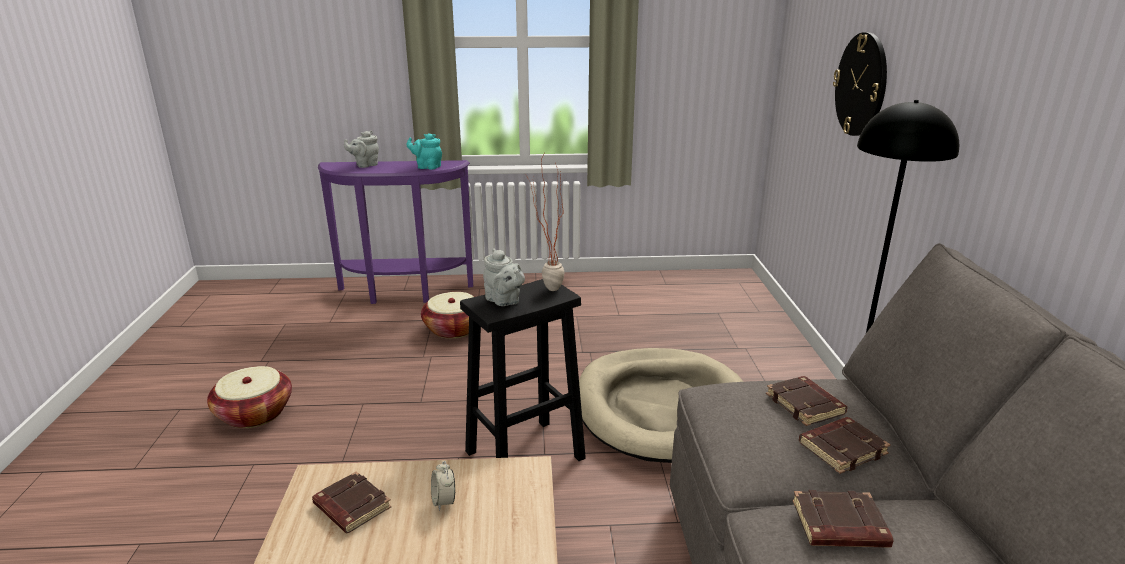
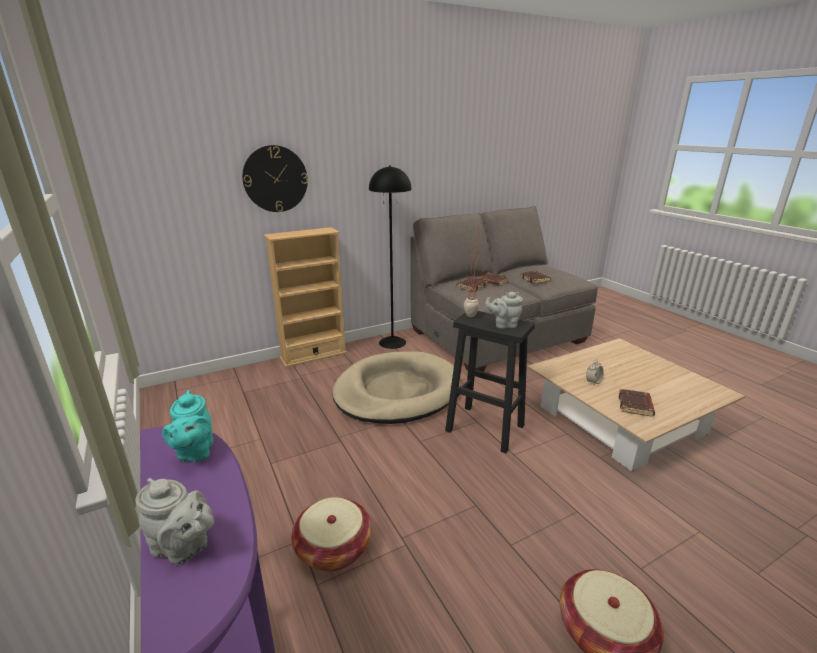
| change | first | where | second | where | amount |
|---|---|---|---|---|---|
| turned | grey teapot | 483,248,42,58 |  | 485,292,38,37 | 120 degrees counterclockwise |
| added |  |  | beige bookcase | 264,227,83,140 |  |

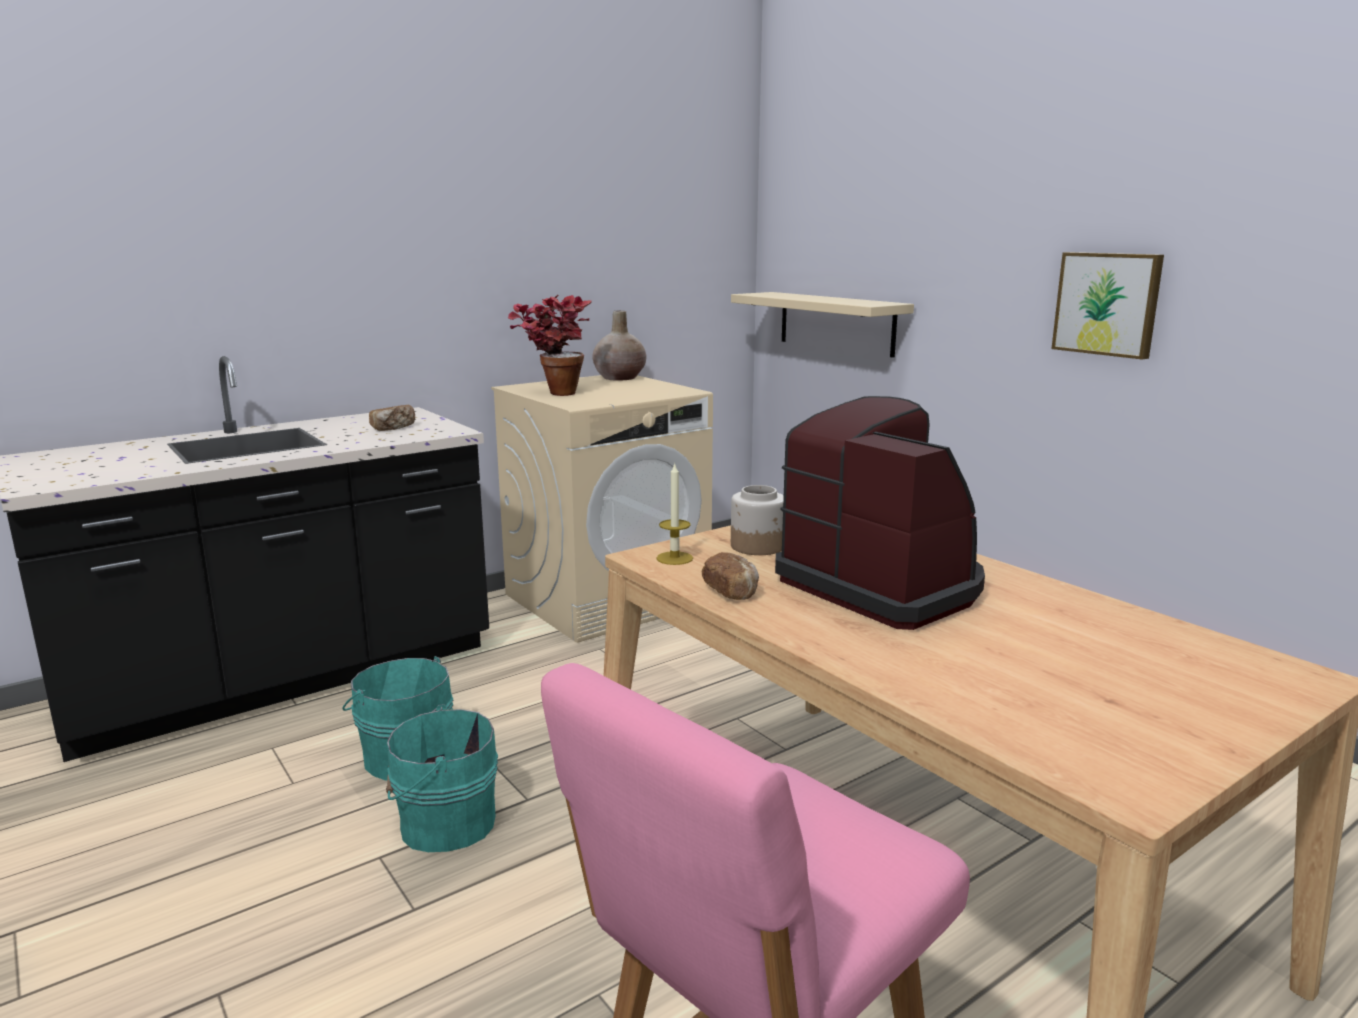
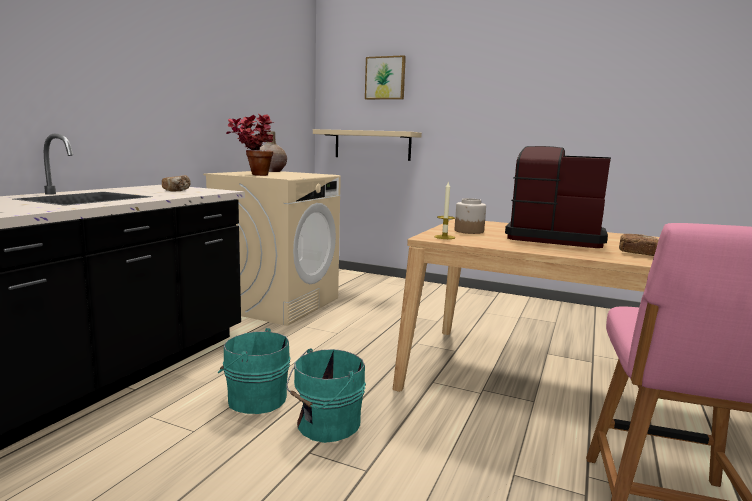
| change | first | where | second | where | amount |
|---|---|---|---|---|---|
| moved | bread | 702,552,57,48 |  | 619,234,40,22 |  |
| moved | picture | 1051,252,113,108 |  | 365,55,41,45 |  |

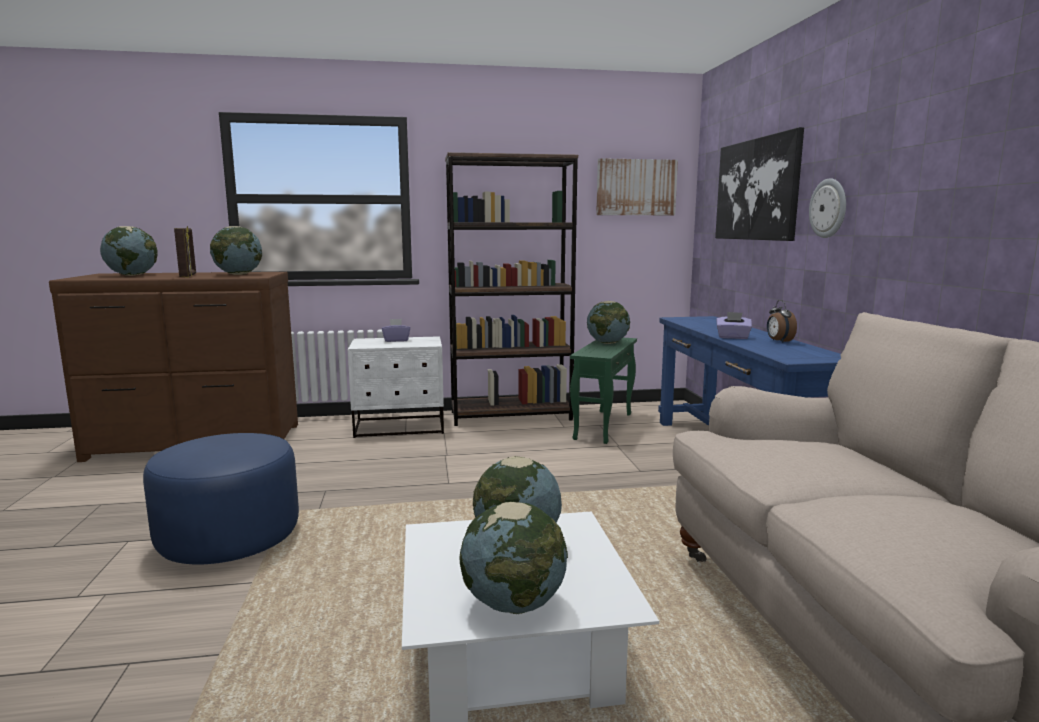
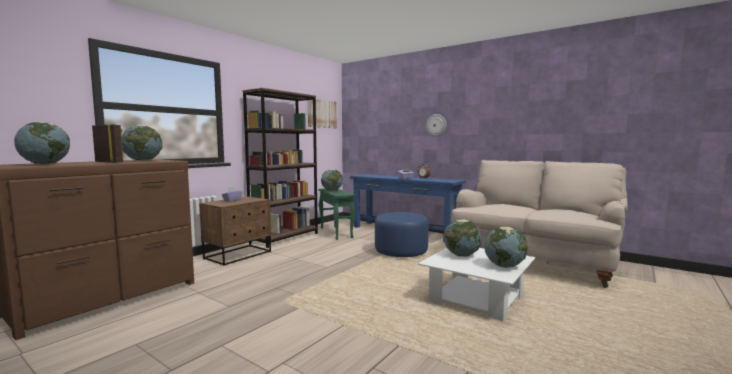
| change | first | where | second | where | amount |
|---|---|---|---|---|---|
| moved | blue ottoman | 143,433,156,132 |  | 375,212,54,45 |  |
| recoloured | white nightstand | 348,336,96,102 | brown nightstand | 199,197,72,69 |  |
| removed | picture | 715,127,89,114 |  |  |  |

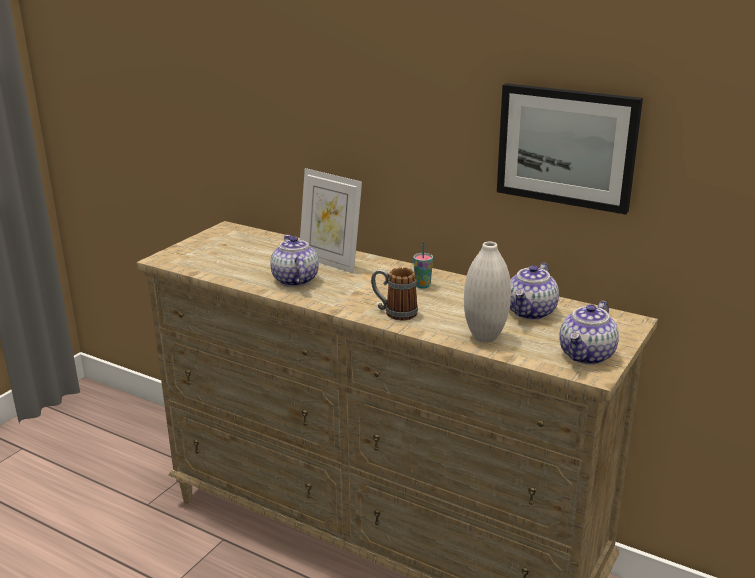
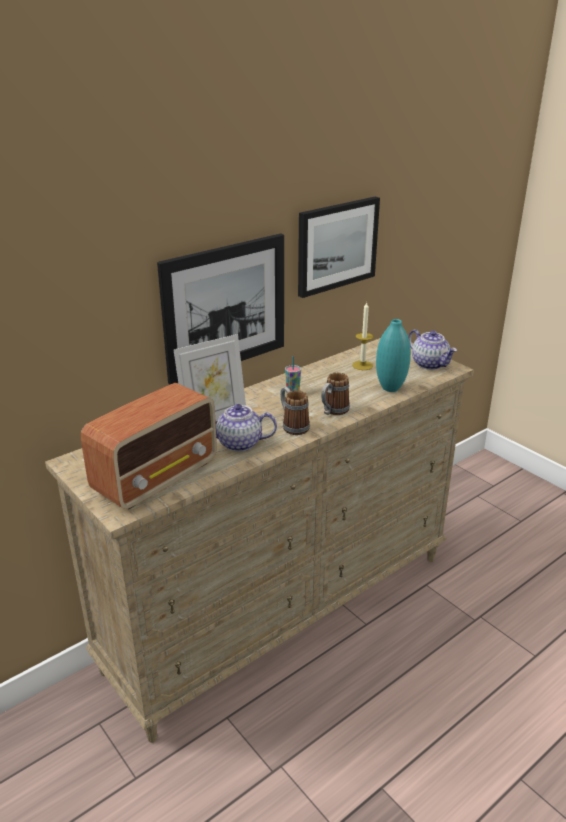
| change | first | where | second | where | amount |
|---|---|---|---|---|---|
| recoloured | white vase | 464,241,47,102 | turquoise vase | 376,319,35,73 |  |
| replaced | teapot | 510,263,49,57 | candle | 352,302,22,68 |  |
| added |  |  | radio | 81,383,136,127 |  |
| added |  |  | picture | 157,233,127,151 |  |
| added |  |  | mug | 280,387,30,48 |  |

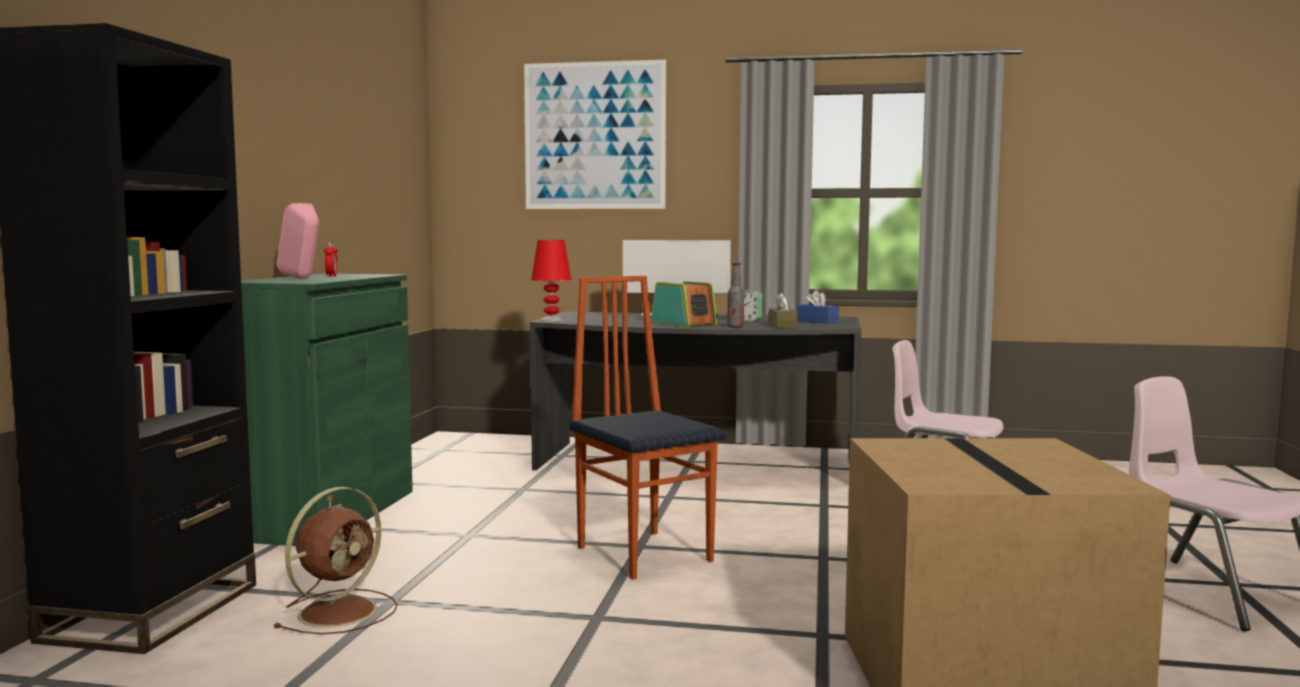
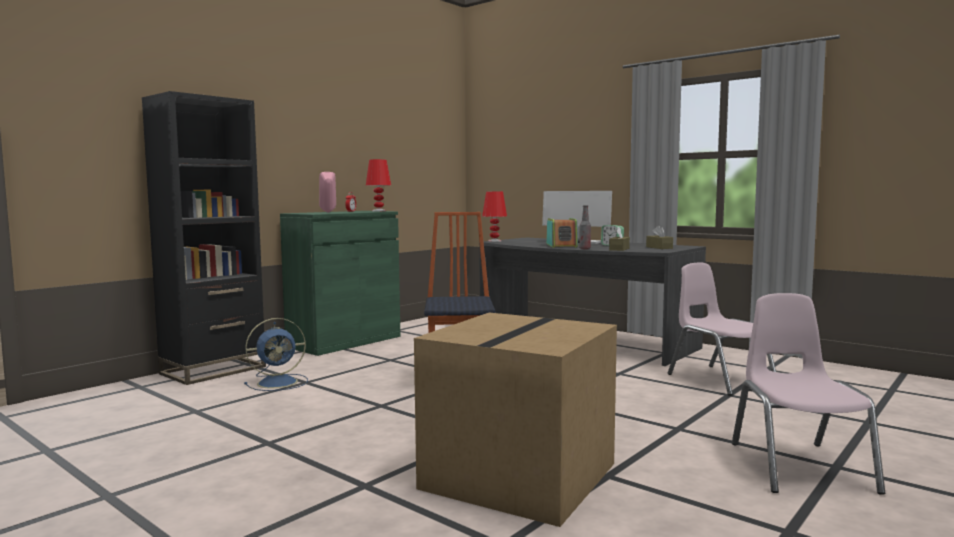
| change | first | where | second | where | amount |
|---|---|---|---|---|---|
| recoloured | brown fan | 273,487,125,148 | blue fan | 244,318,64,73 |  |
| removed | picture | 524,60,142,149 |  |  |  |
| recoloured | blue tissue box | 797,290,42,33 | brown tissue box | 646,225,27,24 |  |
| added |  |  | red table lamp | 366,159,25,52 |  |

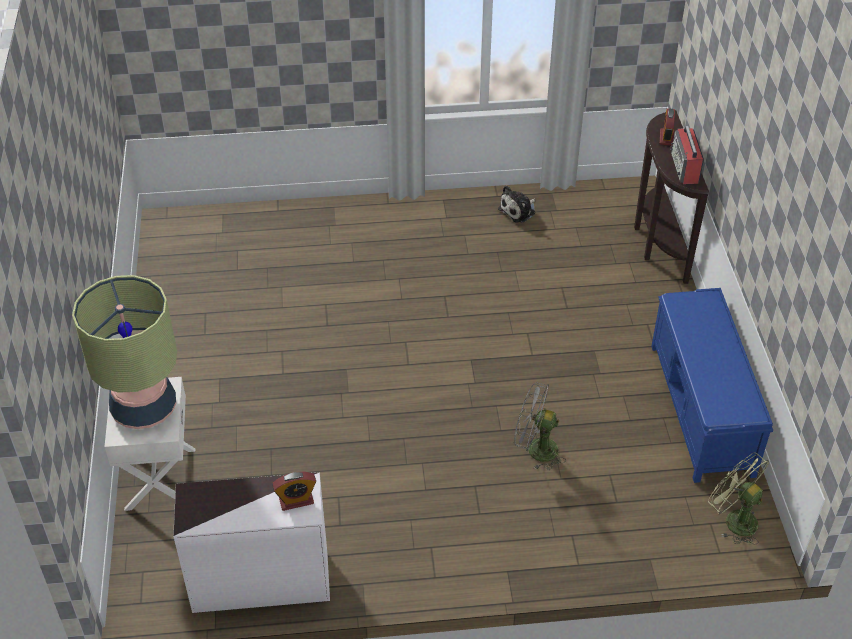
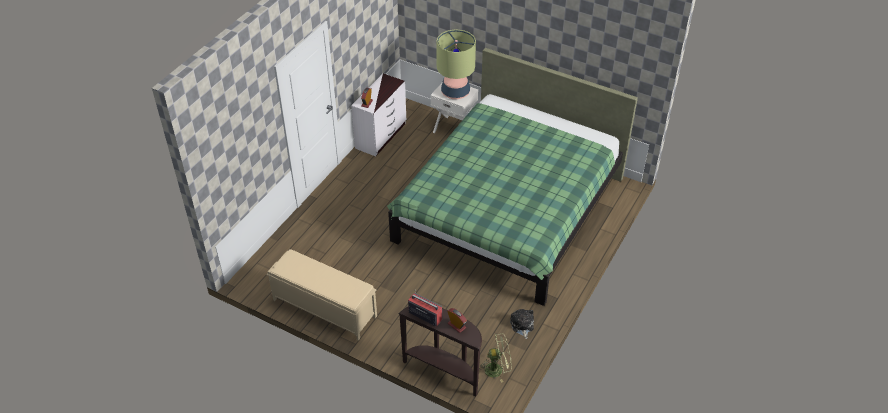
| change | first | where | second | where | amount |
|---|---|---|---|---|---|
| removed | grey fan | 514,383,52,87 |  |  |  |
| recoloured | blue bench | 651,288,122,195 | beige bench | 267,249,110,92 |  |
| moved | green fan | 708,452,61,93 |  | 481,333,31,49 |  |
| added |  |  | green bed | 387,48,251,258 |  |

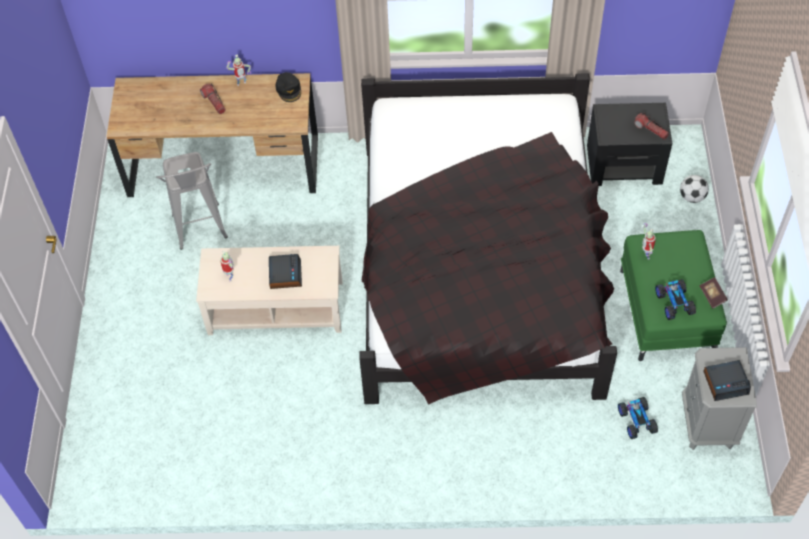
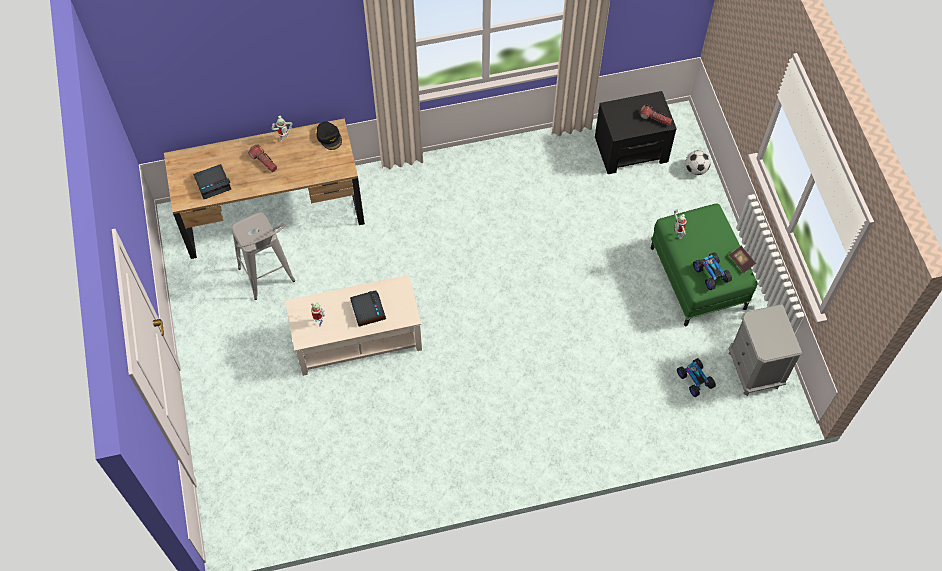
| change | first | where | second | where | amount |
|---|---|---|---|---|---|
| removed | black bed | 359,73,258,332 |  |  |  |
| moved | alarm clock | 703,360,48,41 |  | 193,164,38,35 |  |

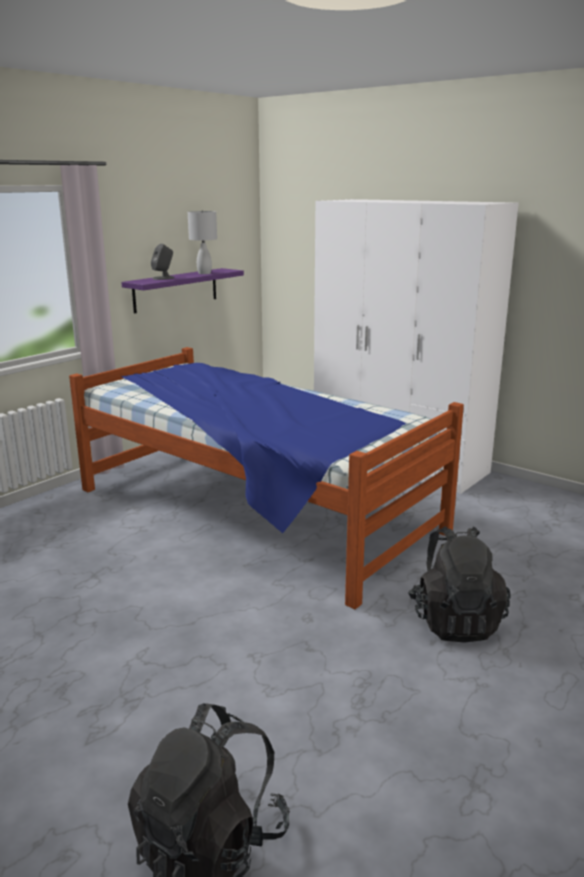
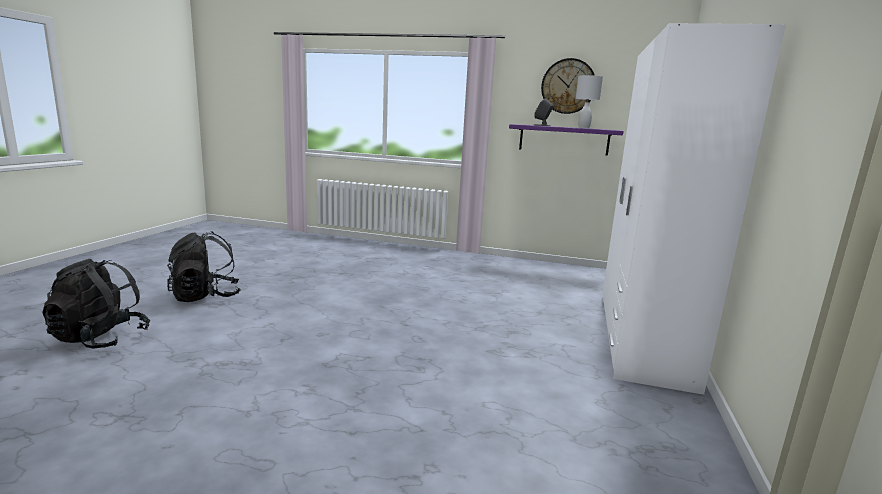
| change | first | where | second | where | amount |
|---|---|---|---|---|---|
| removed | bed | 69,347,395,262 |  |  |  |
| moved | black backpack | 408,526,102,117 |  | 167,231,74,71 |  |
| added |  |  | wall clock | 541,58,54,56 |  |

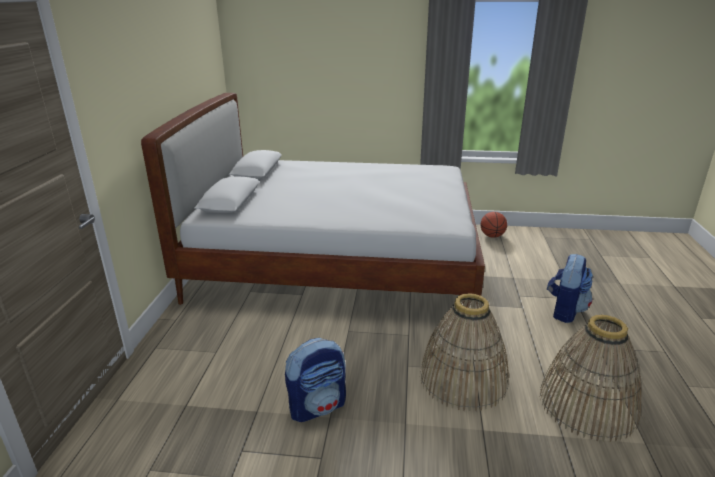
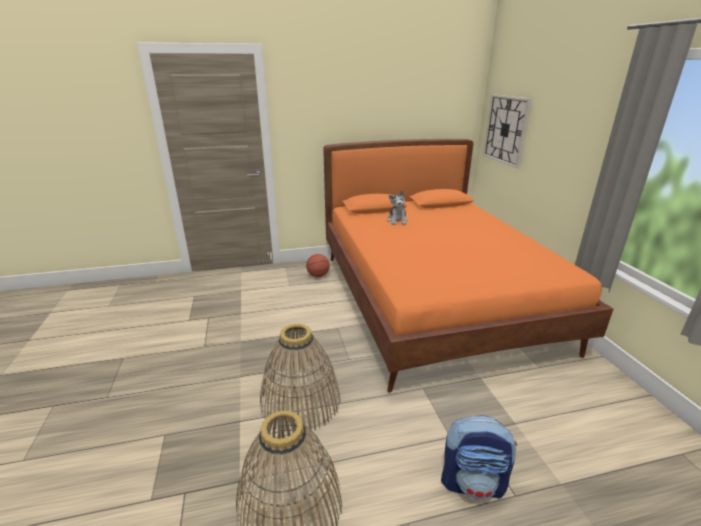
| change | first | where | second | where | amount |
|---|---|---|---|---|---|
| recoloured | white bed | 141,93,344,214 | orange bed | 323,139,290,253 |  |
| removed | backpack | 285,338,61,84 |  |  |  |
| moved | basketball | 481,212,26,26 |  | 306,254,24,23 |  |
| added |  |  | plush toy | 387,190,21,35 |  |
| added |  |  | wall clock | 483,94,49,74 |  |

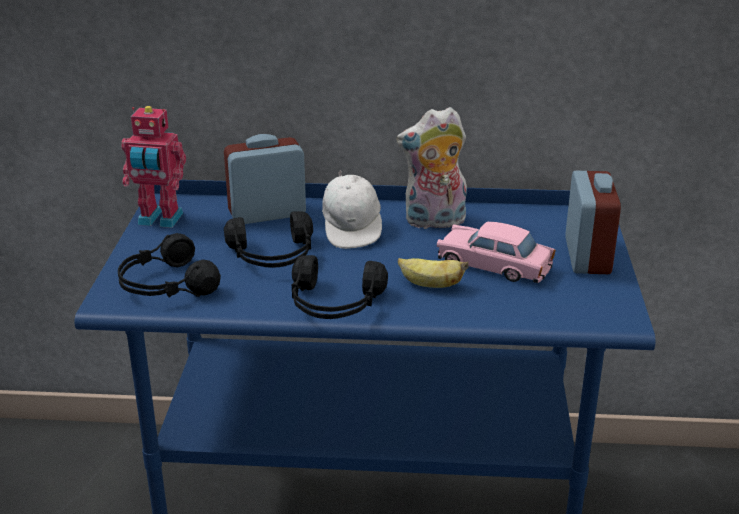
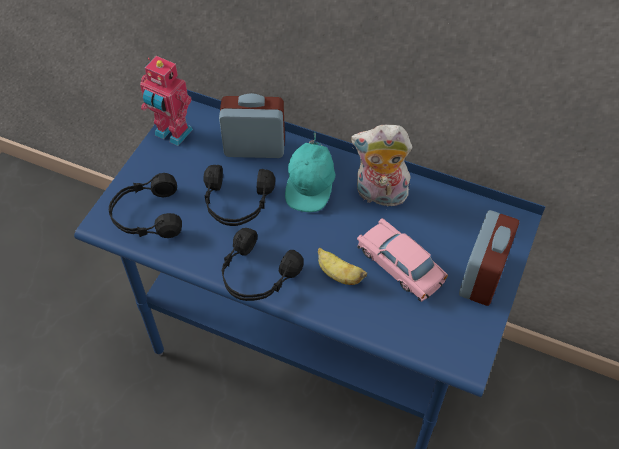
| change | first | where | second | where | amount |
|---|---|---|---|---|---|
| recoloured | white cap | 322,170,60,79 | turquoise cap | 285,133,51,79 |  |

